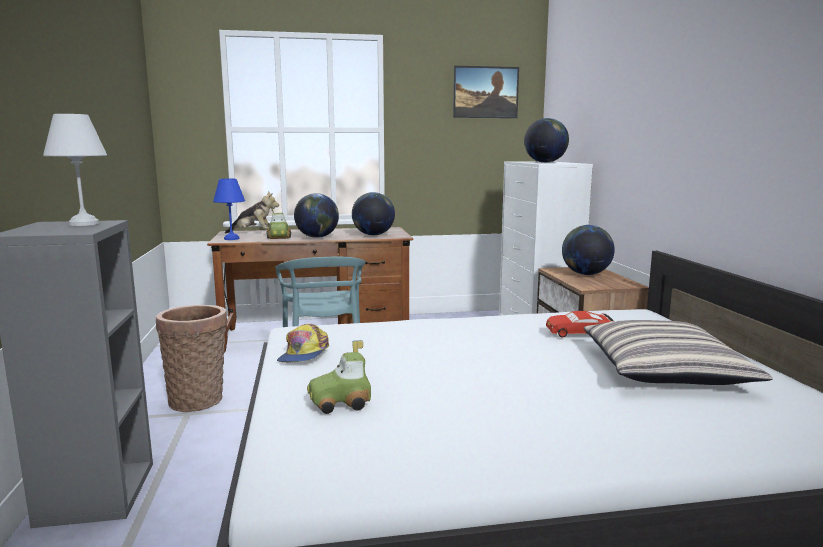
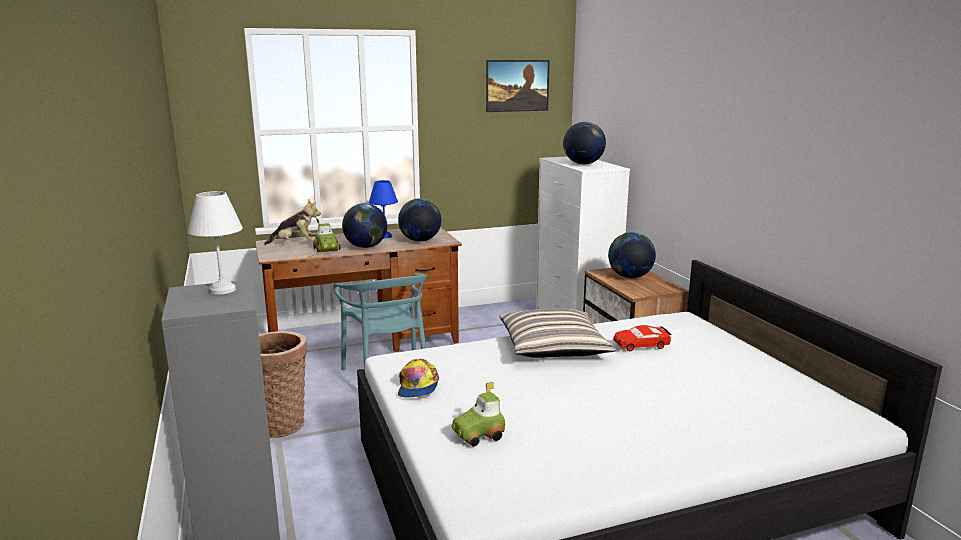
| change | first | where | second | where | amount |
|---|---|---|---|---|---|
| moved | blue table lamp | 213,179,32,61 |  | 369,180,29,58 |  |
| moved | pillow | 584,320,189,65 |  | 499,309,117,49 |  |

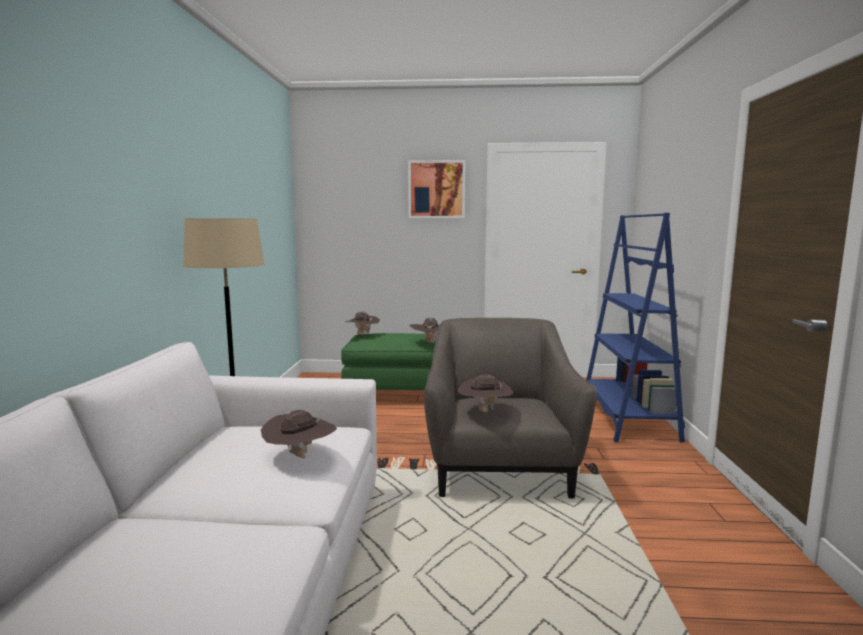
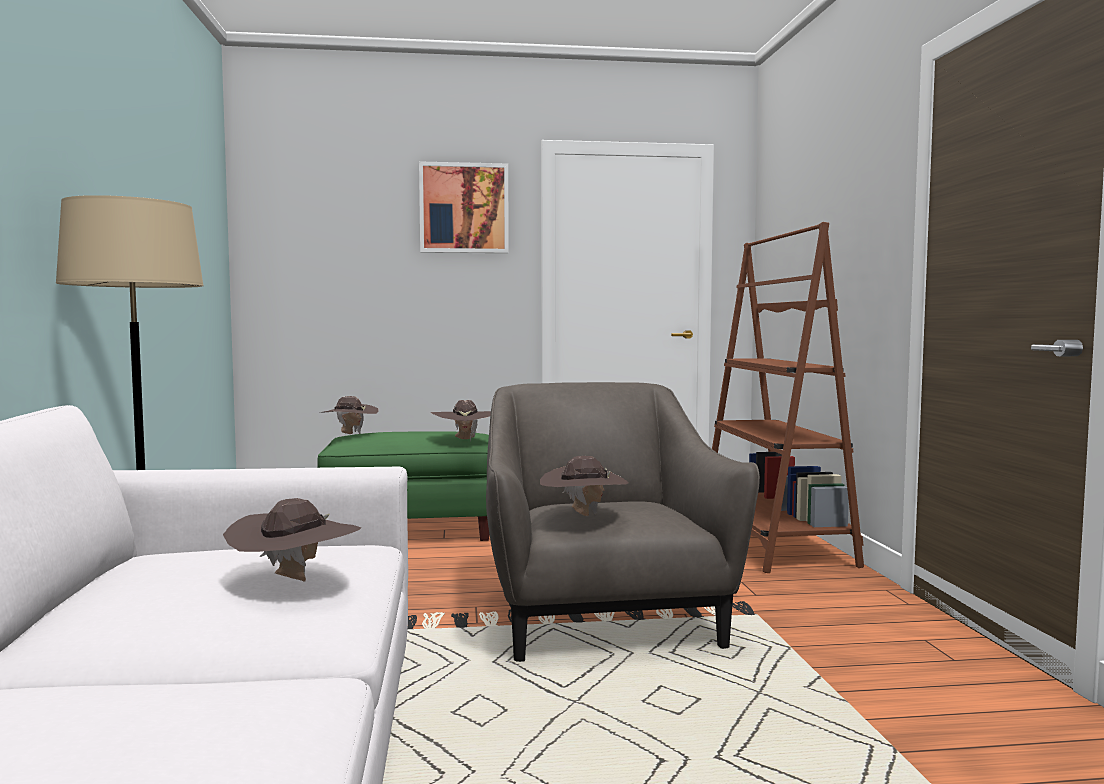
| change | first | where | second | where | amount |
|---|---|---|---|---|---|
| recoloured | blue bookcase | 586,213,99,229 | brown bookcase | 712,222,152,351 |  |

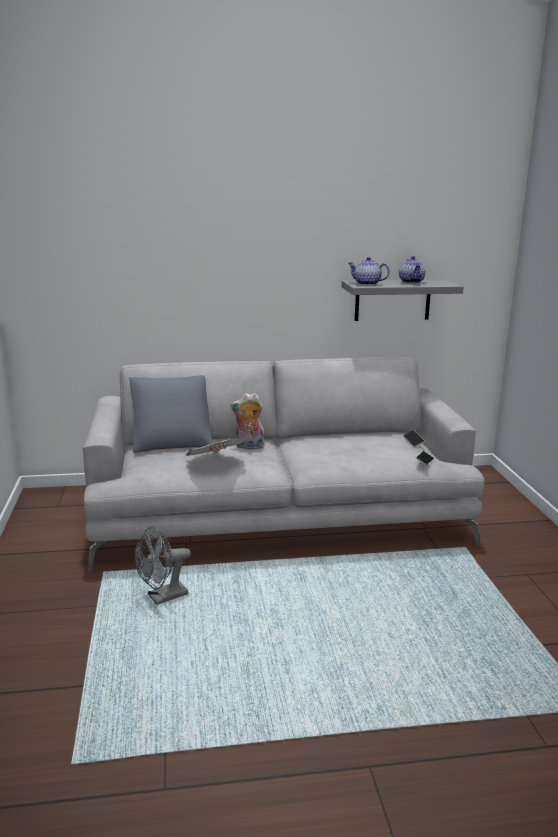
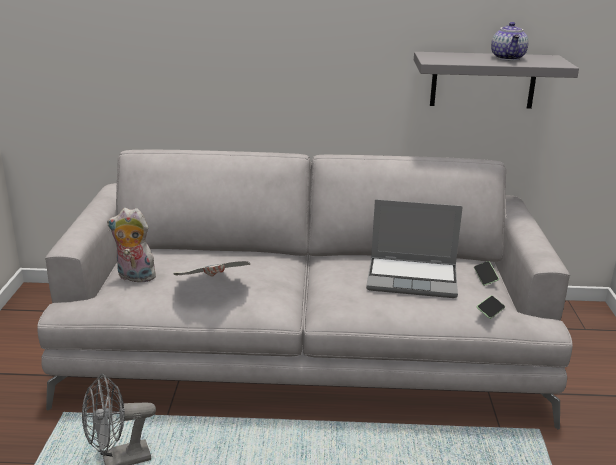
| change | first | where | second | where | amount |
|---|---|---|---|---|---|
| removed | grey pillow | 129,375,84,78 |  |  |  |
| moved | plush toy | 230,393,35,56 |  | 107,208,51,74 |  |
| removed | teapot | 349,257,41,28 |  |  |  |
| added |  |  | laptop | 366,199,97,99 |  |

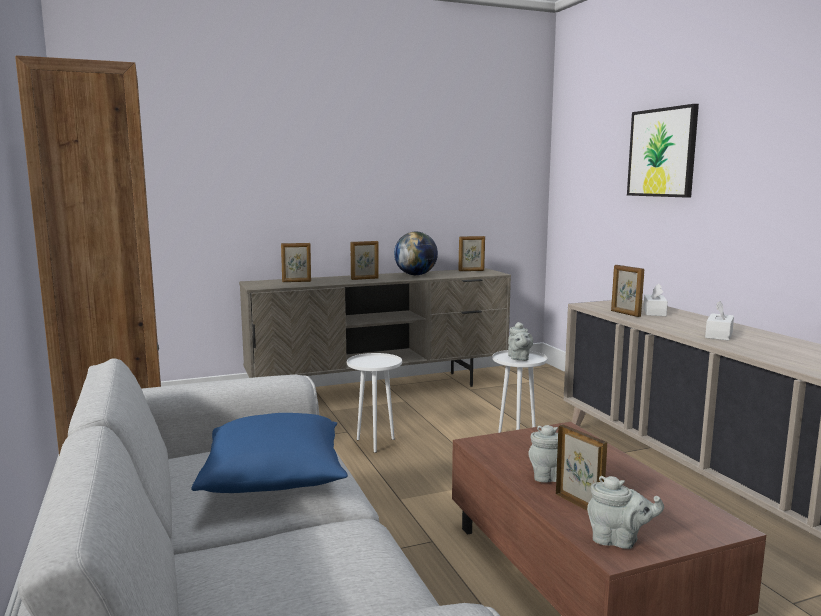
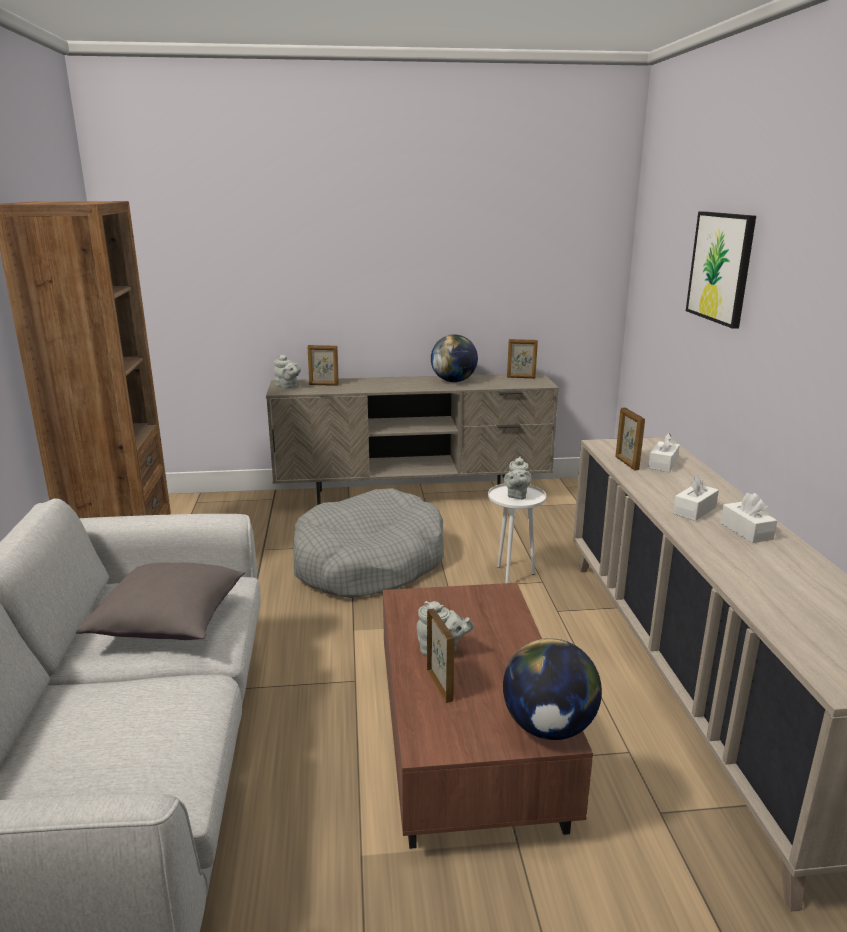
| change | first | where | second | where | amount |
|---|---|---|---|---|---|
| recoloured | blue pillow | 191,413,157,80 | grey pillow | 75,562,170,78 |  |
| replaced | white side table | 347,353,55,100 | grey dog bed | 294,488,150,110 |  |
| removed | picture frame | 351,241,28,39 |  |  |  |
| moved | grey teapot | 587,476,77,73 |  | 274,355,27,33 |  |
| added |  |  | globe | 503,638,99,102 |  |
| added |  |  | white tissue box | 720,493,57,50 |  |

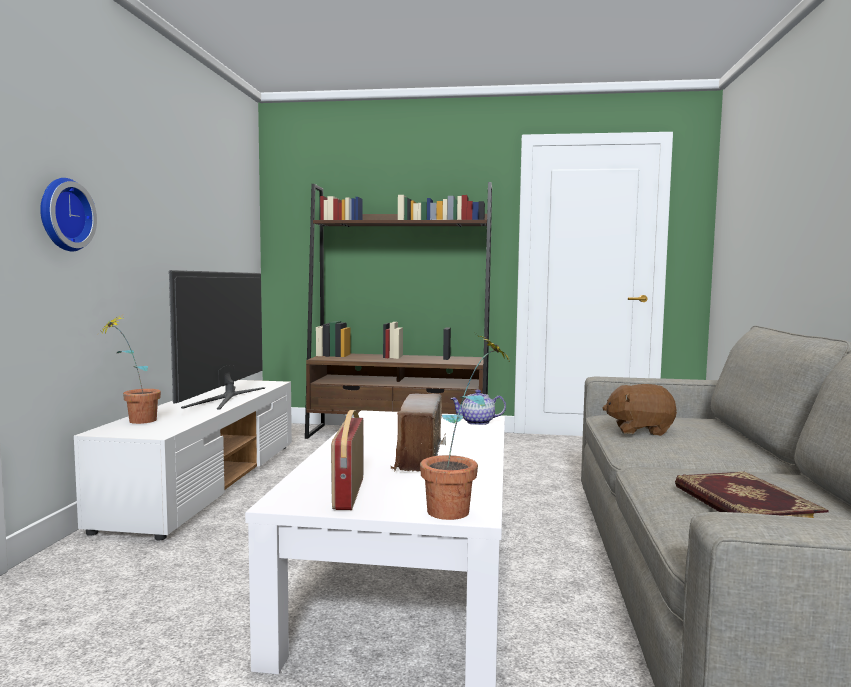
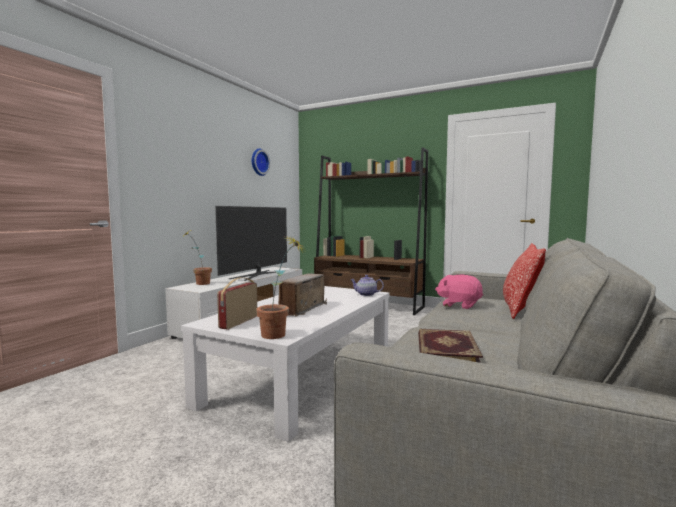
| change | first | where | second | where | amount |
|---|---|---|---|---|---|
| moved | wall clock | 40,178,57,73 |  | 252,148,18,28 |  |
| recoloured | brown plush toy | 603,384,74,52 | pink plush toy | 435,275,48,34 |  |
| added |  |  | pillow | 503,243,43,76 |  |

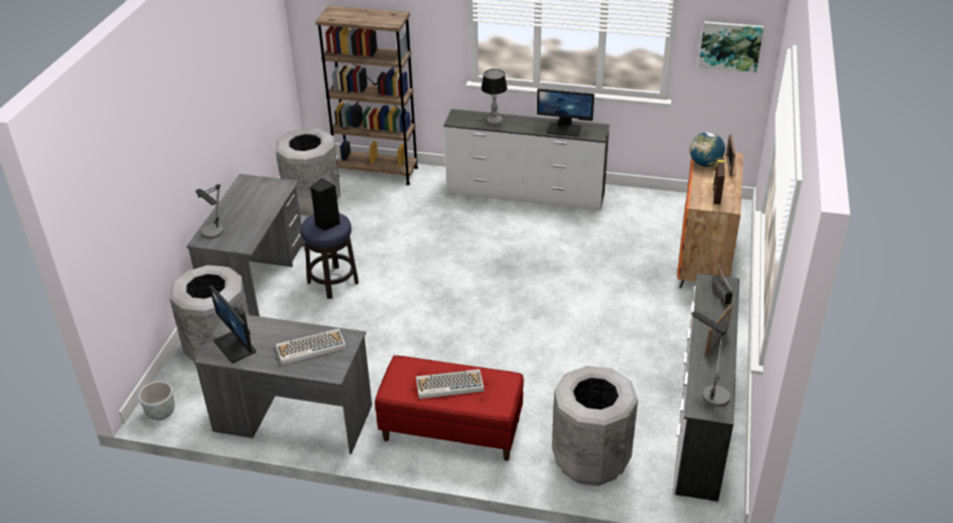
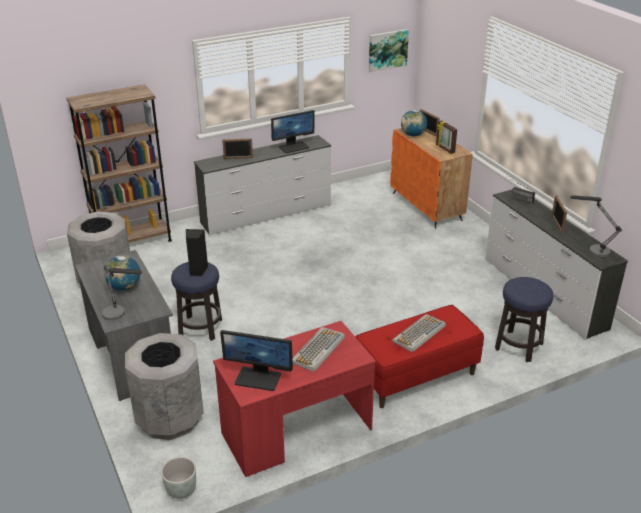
| change | first | where | second | where | amount |
|---|---|---|---|---|---|
| recoloured | grey desk | 194,315,178,139 | red desk | 213,321,163,156 |  |
| replaced | table lamp | 481,69,26,56 | picture frame | 222,138,31,21 |  |
| replaced | grey trash can | 552,366,86,120 | stool | 495,277,58,85 |  |
| added |  |  | globe | 104,255,36,36 |  |

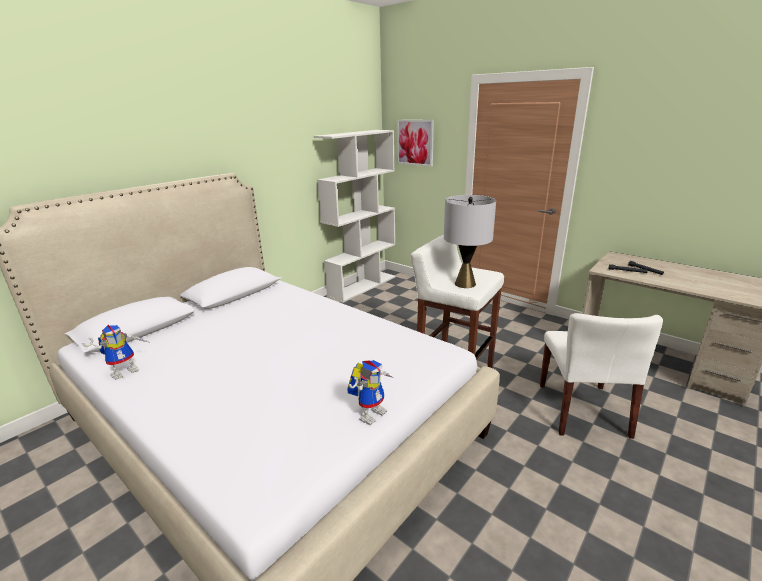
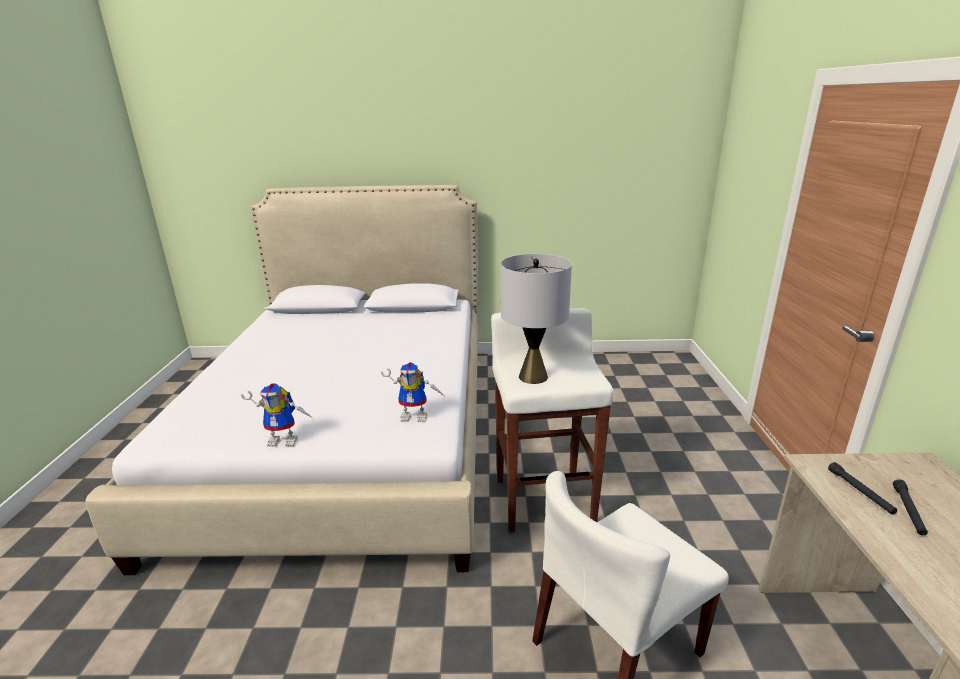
| change | first | where | second | where | amount |
|---|---|---|---|---|---|
| moved | toy robot | 82,325,66,55 |  | 381,362,63,60 |  |
| removed | white bookcase | 314,130,82,173 |  |  |  |
| removed | picture | 397,119,37,48 |  |  |  |

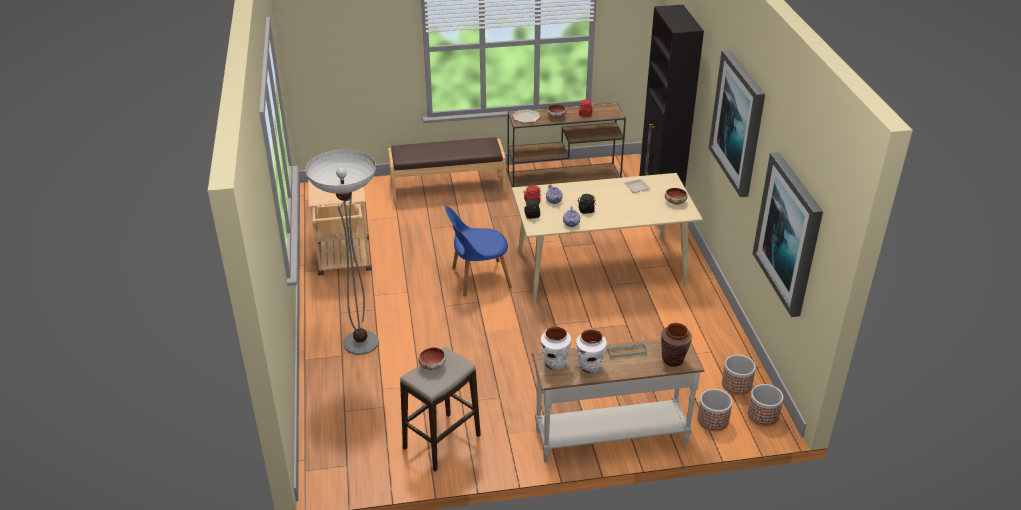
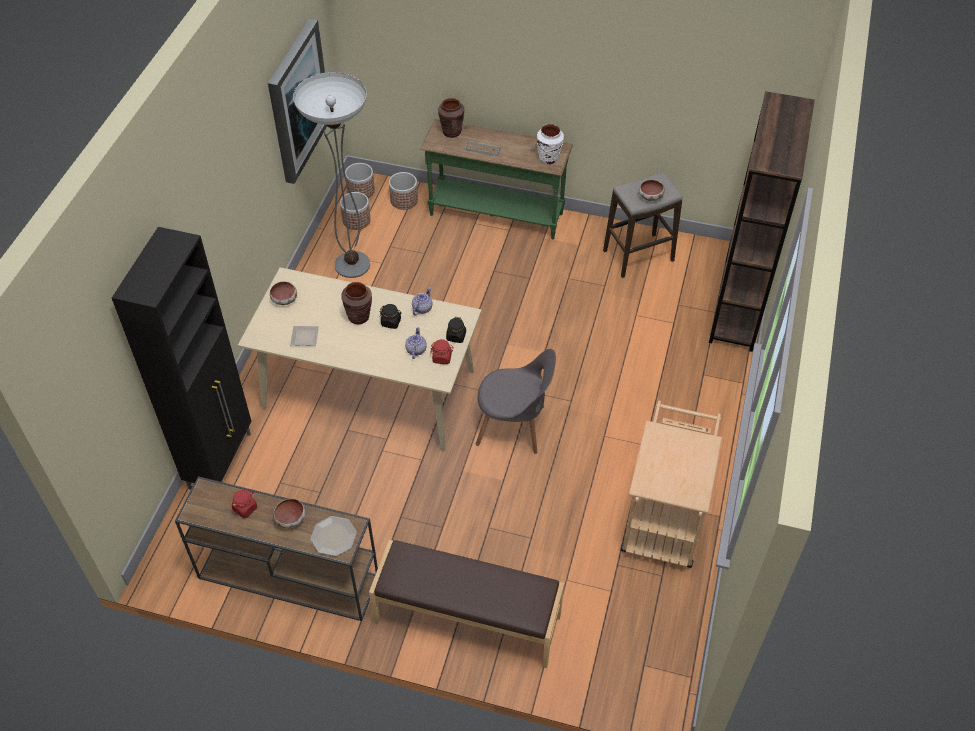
| change | first | where | second | where | amount |
|---|---|---|---|---|---|
| moved | floor lamp | 305,149,74,206 |  | 293,72,77,206 |  |
| recoloured | blue chair | 445,206,67,90 | grey chair | 476,349,80,105 |  |
| recoloured | white console table | 532,339,173,124 | green console table | 420,119,153,120 |  |
| removed | white vase | 576,329,31,44 |  |  |  |
| removed | picture | 709,50,56,147 |  |  |  |
| added |  |  | brown vase | 341,282,31,42 |  |
| added |  |  | brown bookcase | 709,91,106,261 |  |

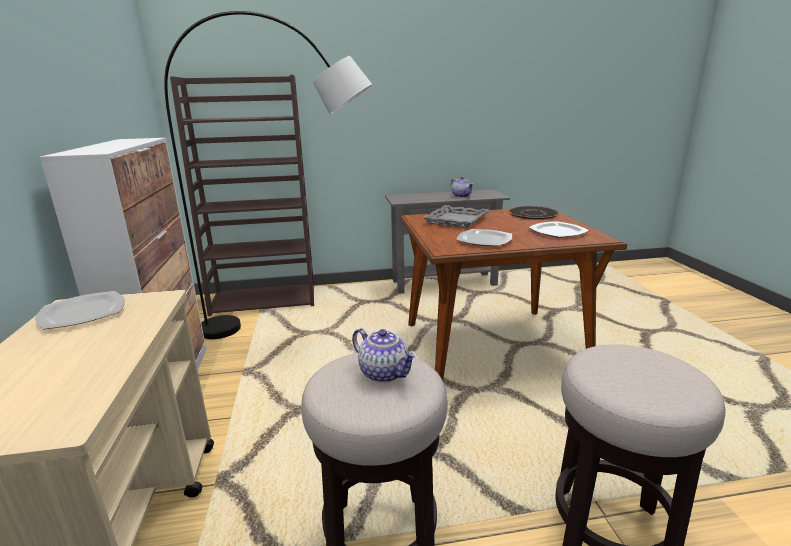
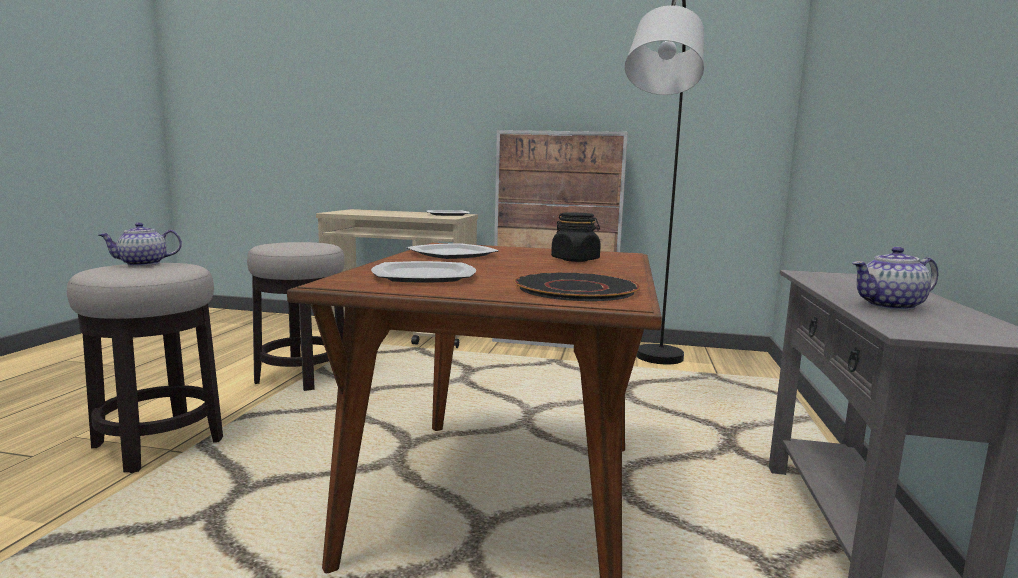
| change | first | where | second | where | amount |
|---|---|---|---|---|---|
| removed | brown bookcase | 170,75,144,241 |  |  |  |
| moved | teapot | 352,328,65,55 |  | 98,222,84,44 |  |
| replaced | grey tray | 423,205,66,23 | black jar | 551,212,50,50 |  |

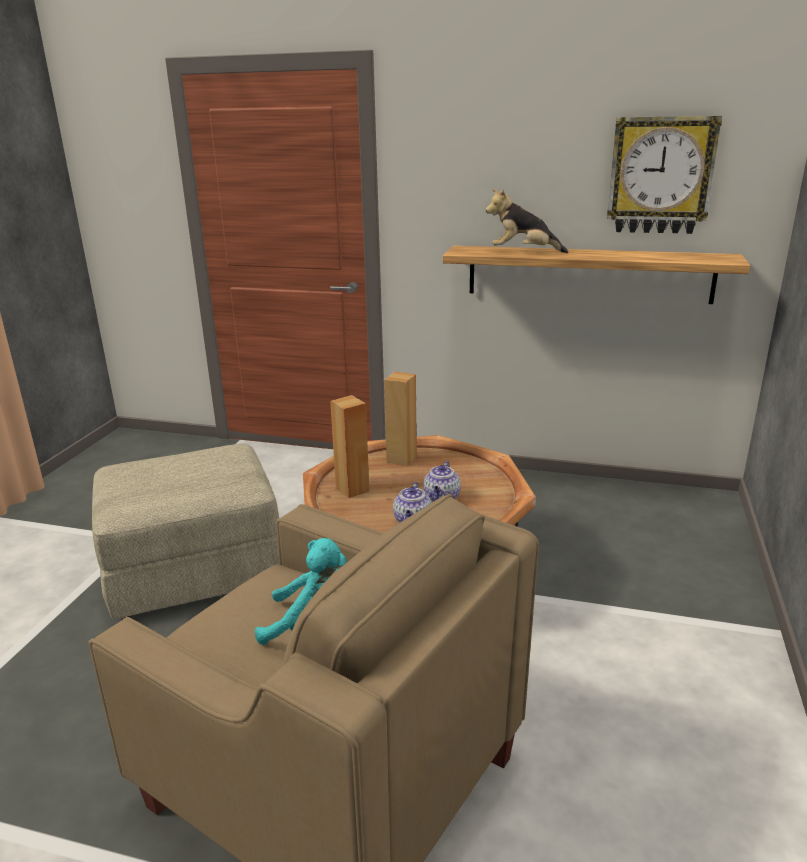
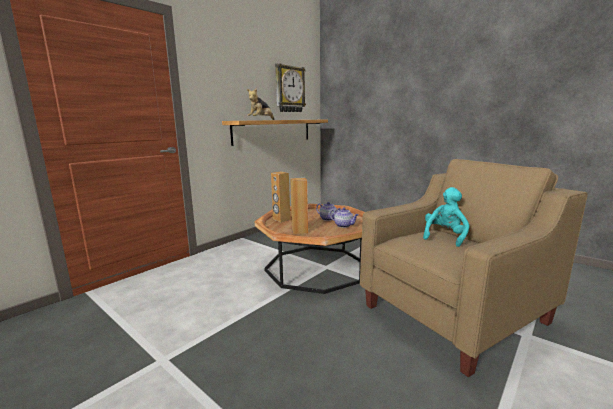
| change | first | where | second | where | amount |
|---|---|---|---|---|---|
| removed | beige ottoman | 92,443,187,177 |  |  |  |

